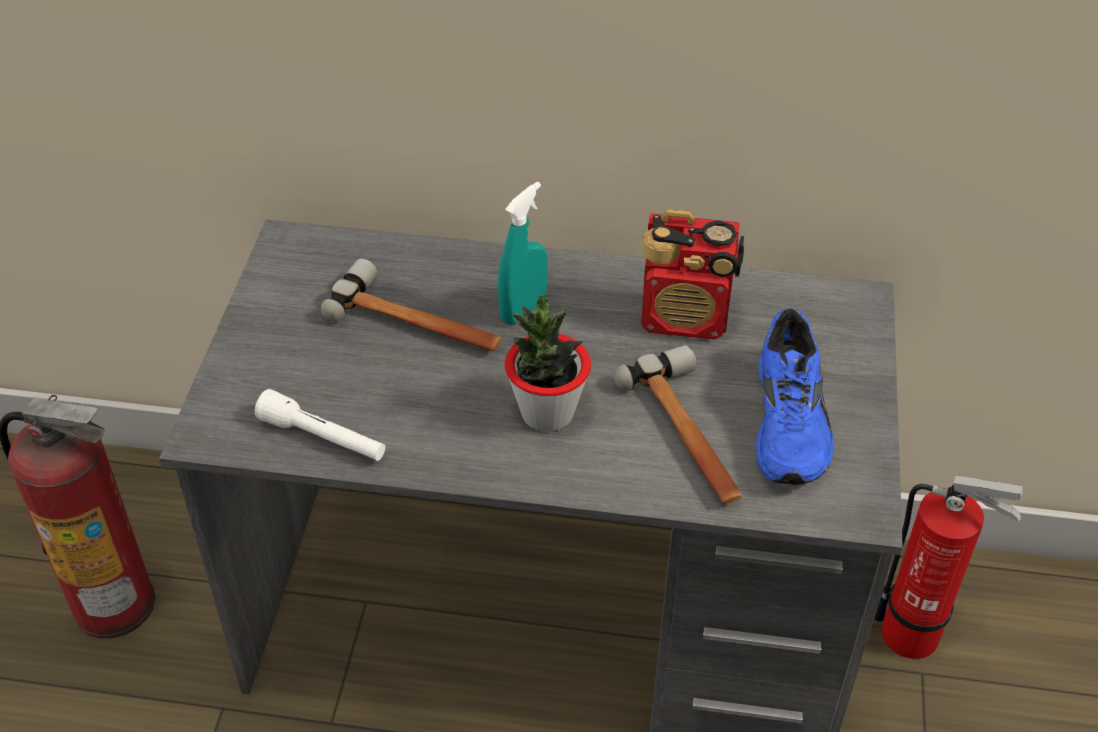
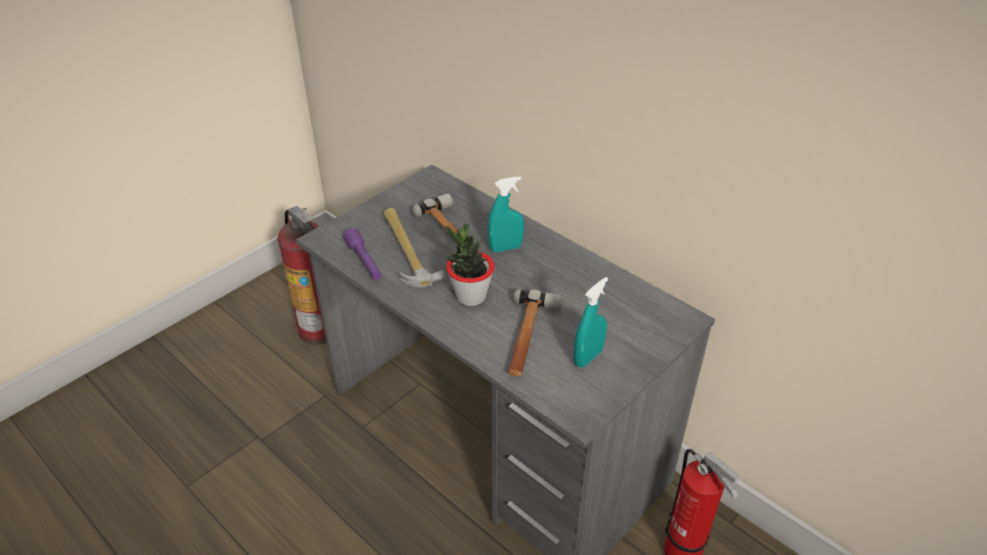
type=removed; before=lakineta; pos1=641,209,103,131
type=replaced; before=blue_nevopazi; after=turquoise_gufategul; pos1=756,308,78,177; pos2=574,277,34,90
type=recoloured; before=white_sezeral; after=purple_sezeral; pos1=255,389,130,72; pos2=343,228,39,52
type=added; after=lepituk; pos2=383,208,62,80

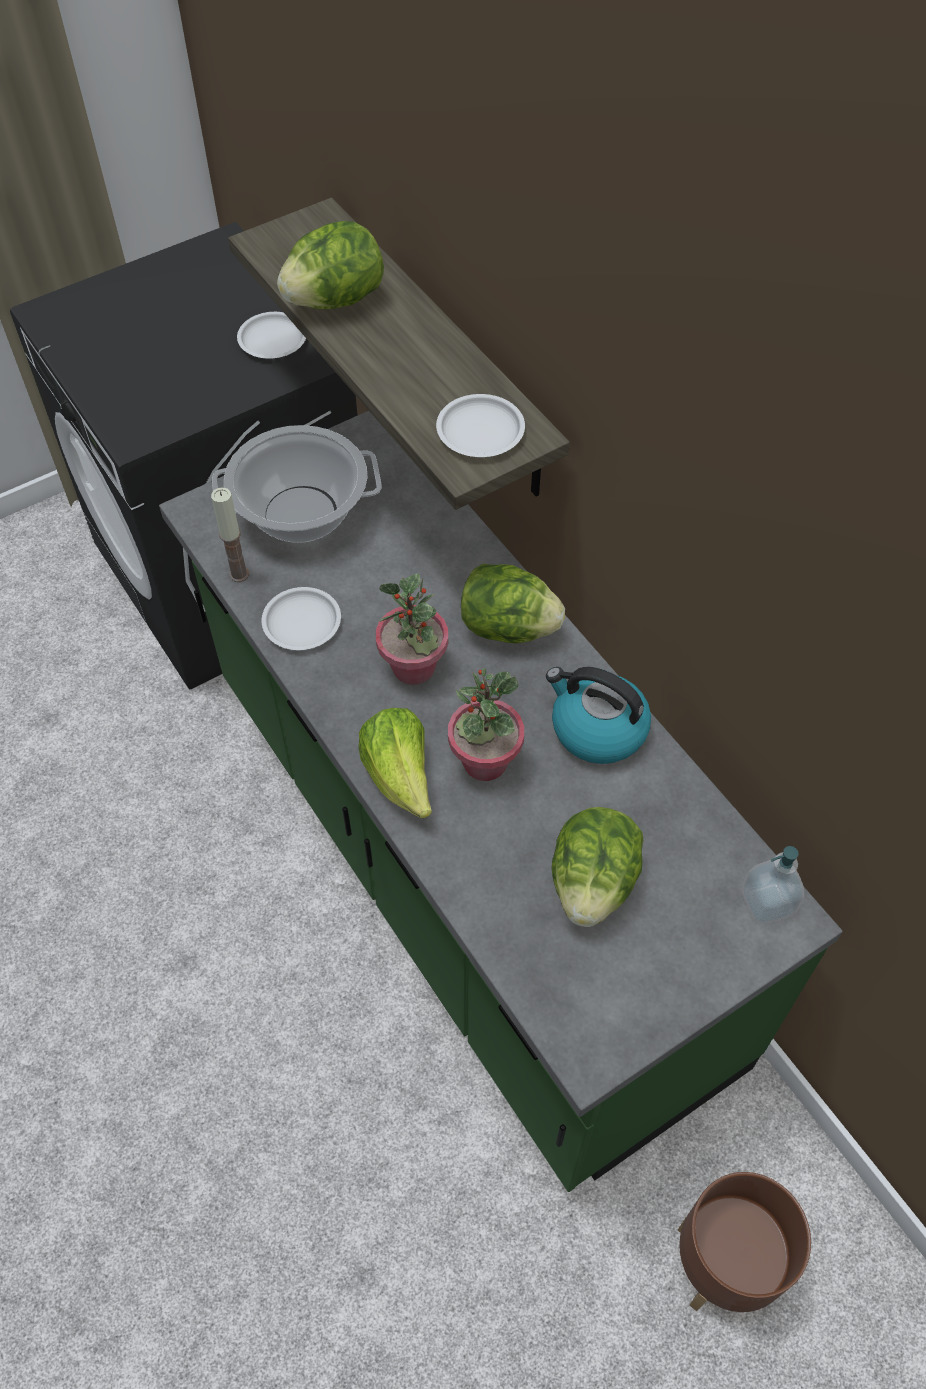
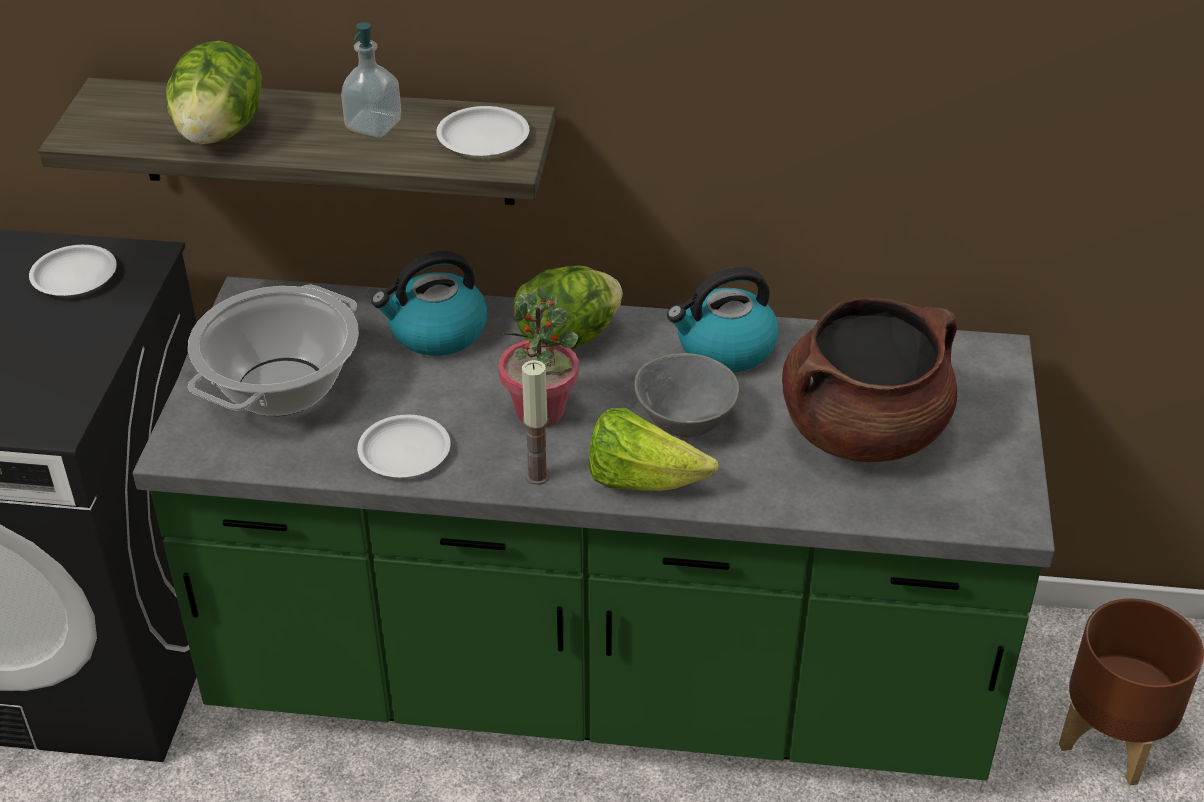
type=moved; before=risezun; pos1=211,487,38,95; pos2=522,360,28,125
type=replaced; before=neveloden; after=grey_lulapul; pos1=448,668,76,113; pos2=635,353,104,84
type=replaced; before=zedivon; after=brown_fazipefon; pos1=552,807,91,120; pos2=782,298,175,164
type=moved; before=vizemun; pos1=742,846,62,78; pos2=341,22,60,115
type=added; after=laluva; pos2=371,251,116,105

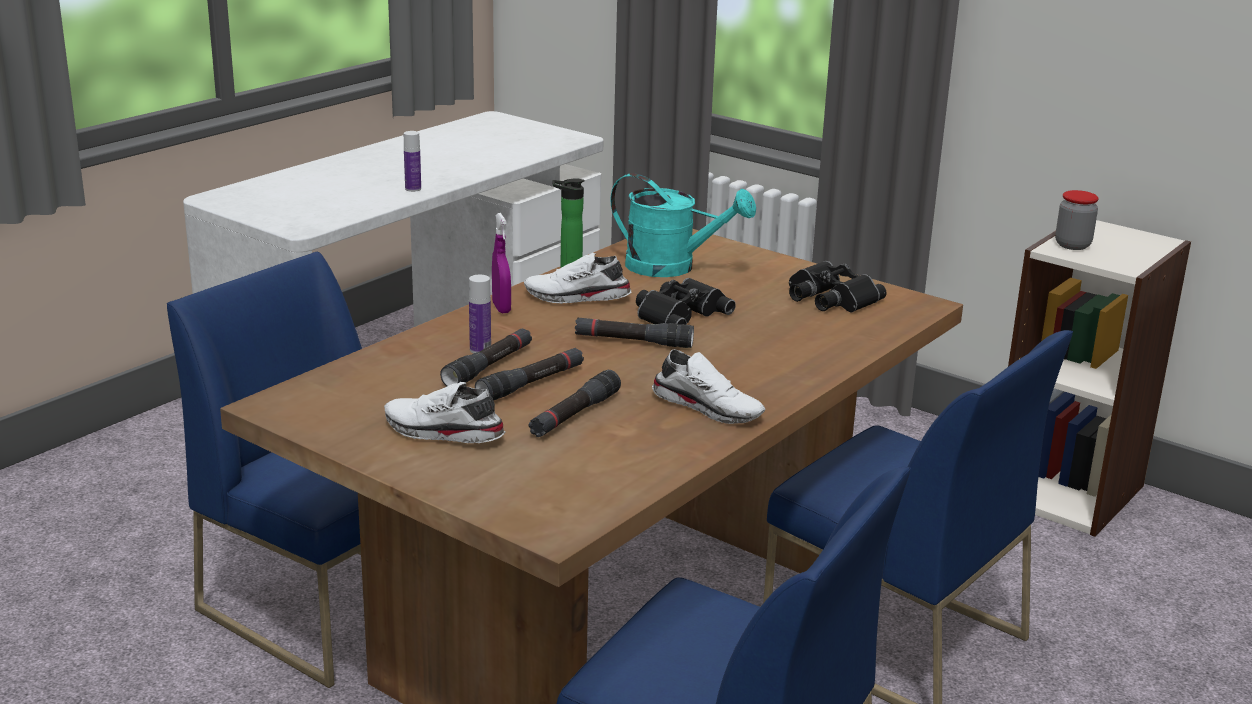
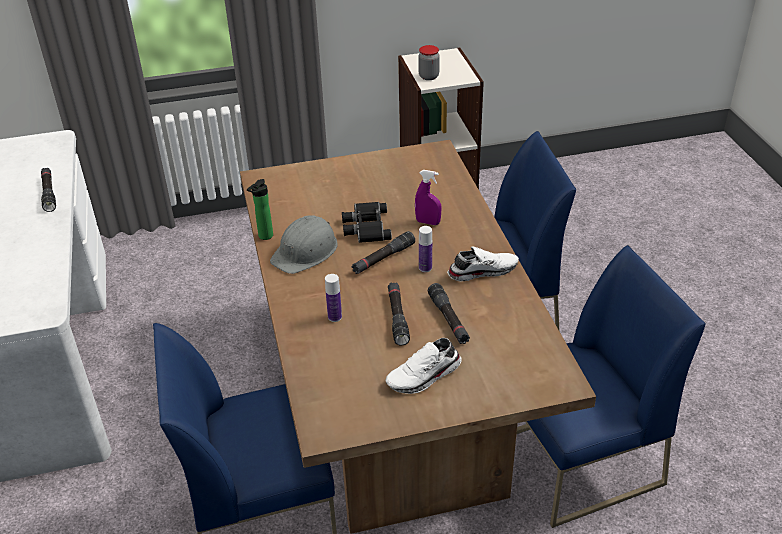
type=moved; before=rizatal; pos1=404,131,17,61; pos2=419,226,13,46
type=removed; before=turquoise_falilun; pos1=610,173,146,104
type=moved; before=purple_gufategul; pos1=492,213,19,100; pos2=415,170,27,55
type=replaced; before=white_nevopazi; after=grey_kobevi; pos1=524,253,107,51; pos2=270,215,68,59
type=removed; before=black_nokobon; pos1=789,261,97,52
type=moved; before=black_sezeral; pos1=440,328,92,58; pos2=41,168,15,44

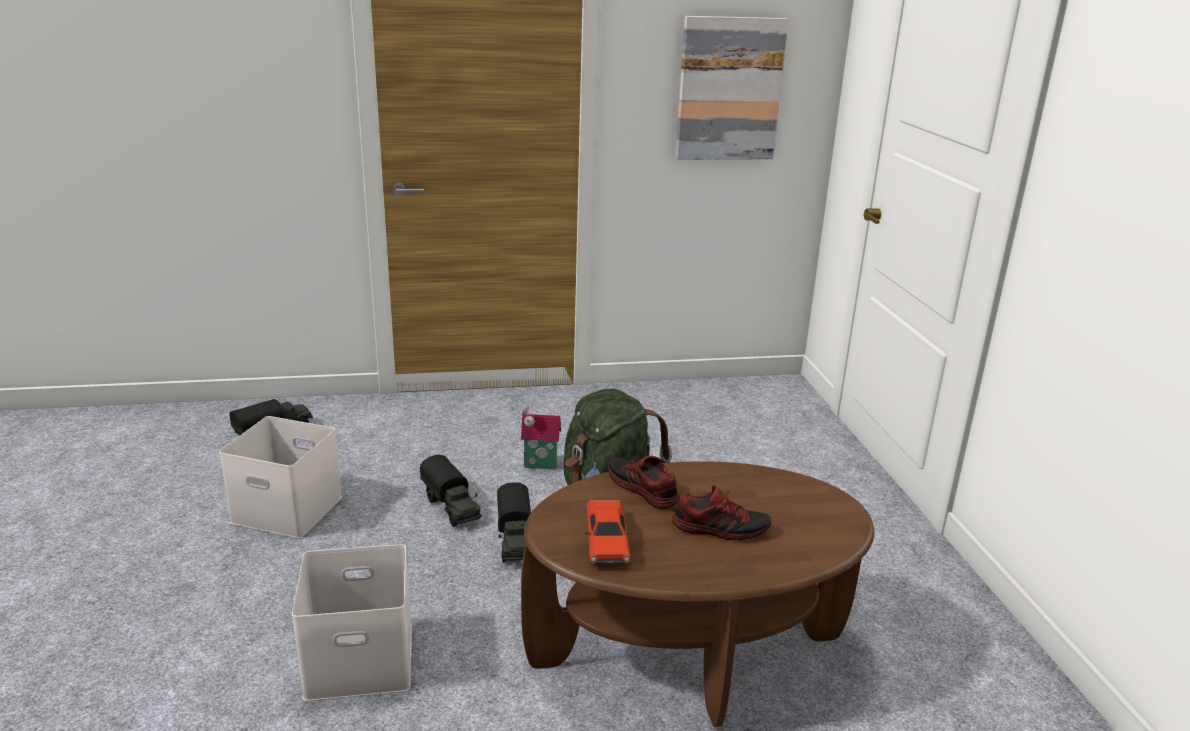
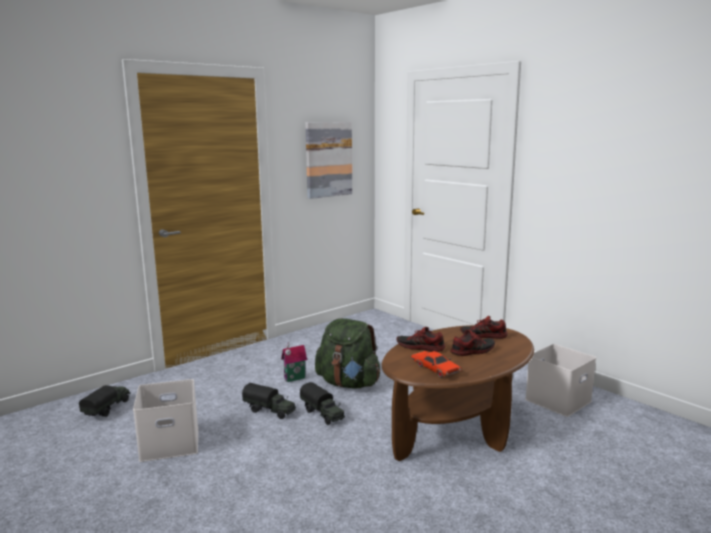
type=moved; before=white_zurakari; pos1=292,544,120,157; pos2=525,344,71,73
type=added; after=nevopazi; pos2=460,316,48,23

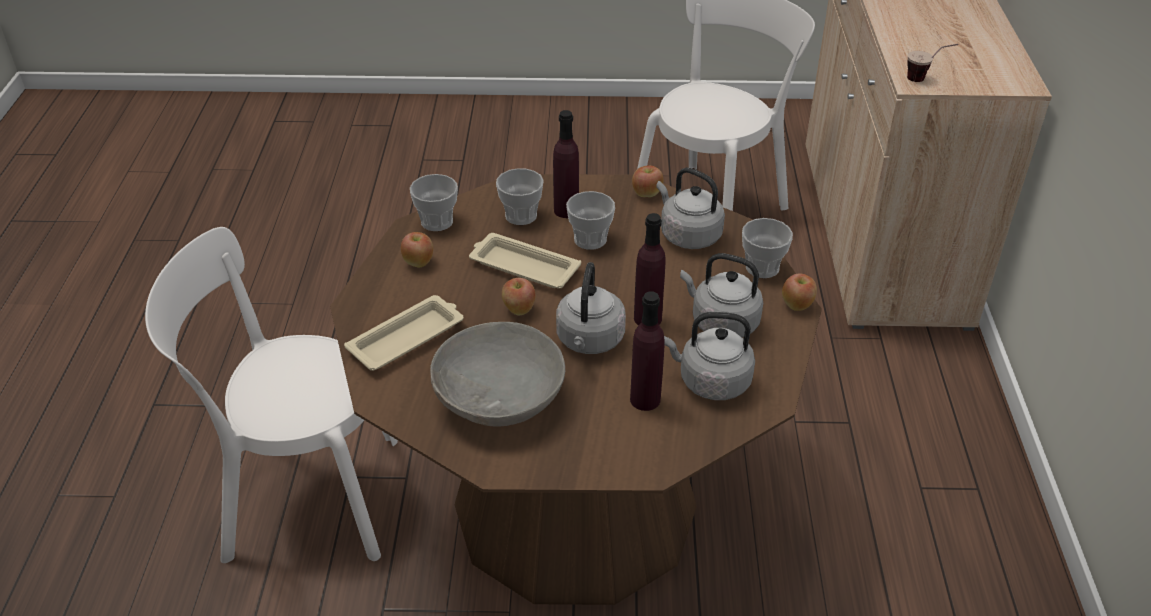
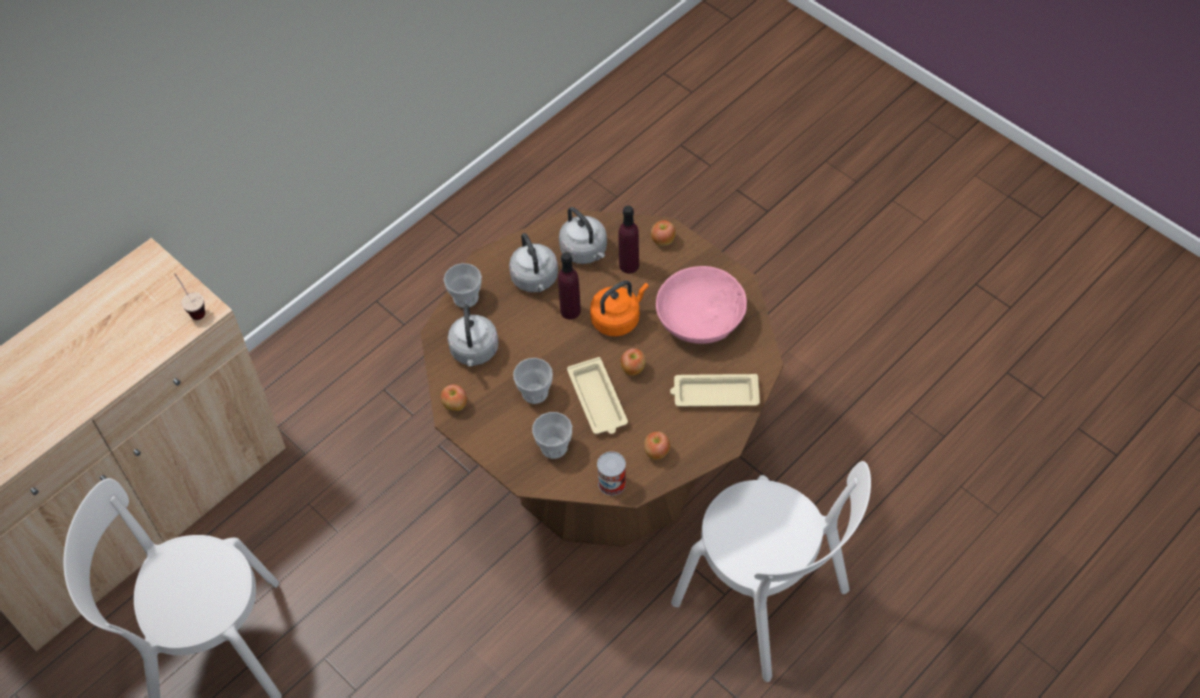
type=removed; before=purple_rizatal; pos1=553,110,26,108
type=replaced; before=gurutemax; after=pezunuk; pos1=410,174,48,57; pos2=597,451,29,45
type=recoloured; before=grey_laluva; after=orange_laluva; pos1=556,262,70,92; pos2=590,280,59,57
type=moved; before=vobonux; pos1=782,273,35,38; pos2=651,220,25,26
type=recoloured; before=grey_lulapul; after=pink_lulapul; pos1=430,322,135,105; pos2=656,266,91,78

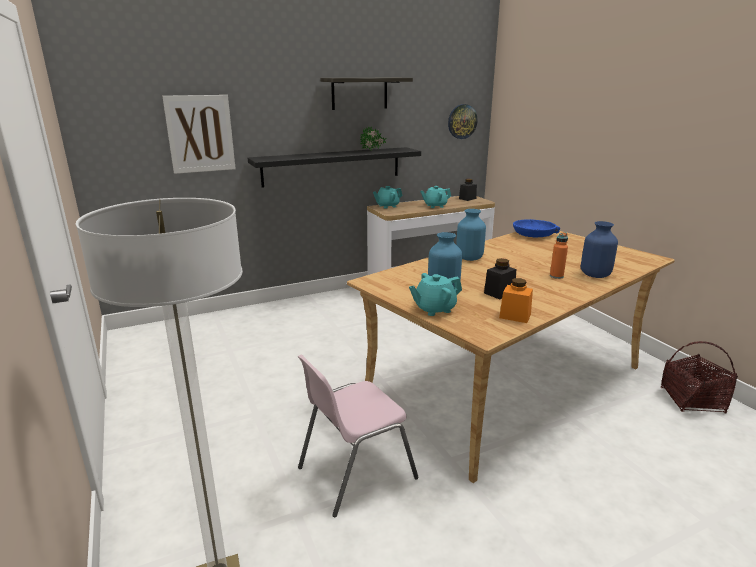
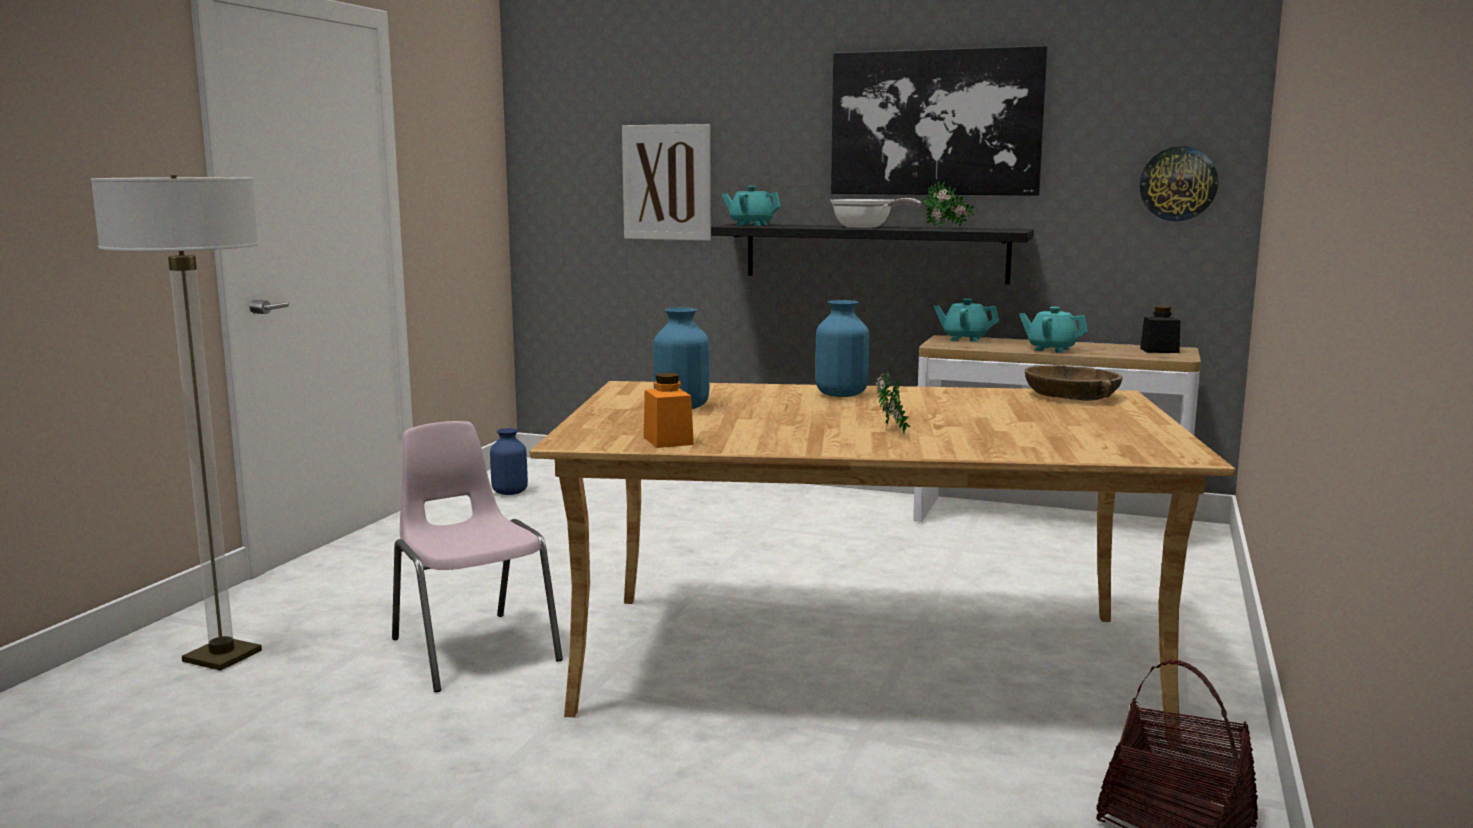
type=replaced; before=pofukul; after=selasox; pos1=320,78,93,32; pos2=831,46,217,150
type=recoloured; before=blue_lulapul; after=brown_lulapul; pos1=513,219,47,19; pos2=1025,365,97,36
type=moved; before=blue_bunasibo; pos1=581,221,37,57; pos2=490,428,38,67
type=replaced; before=orange_rizatal; after=neveloden; pos1=550,232,18,47; pos2=876,359,35,74
type=removed; before=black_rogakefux; pos1=484,258,32,41
type=moved; before=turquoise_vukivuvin; pos1=409,273,53,43; pos2=722,186,59,40
type=turned; before=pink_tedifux; pos1=298,355,121,162; pos2=392,421,171,271; turn=45
type=added; after=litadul; pos2=830,198,91,30

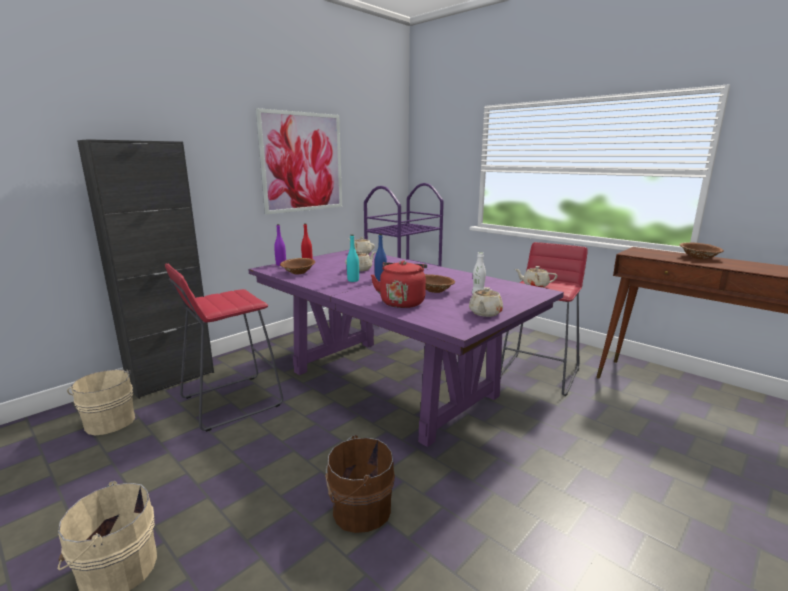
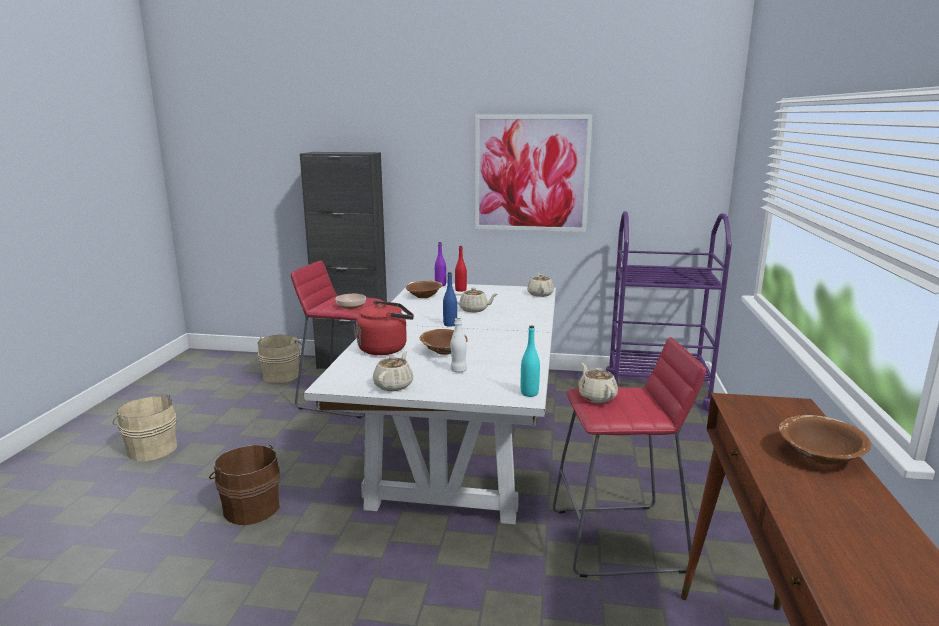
type=moved; before=turquoise_rizatal; pos1=347,234,12,48; pos2=521,326,19,71
type=recoloured; before=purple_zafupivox; after=white_zafupivox; pos1=248,250,316,197; pos2=304,282,252,242
type=turned; before=beige_vukivuvin; pos1=469,287,34,30; pos2=373,351,40,40; turn=120
type=added; after=lulapul; pos2=335,294,31,15

